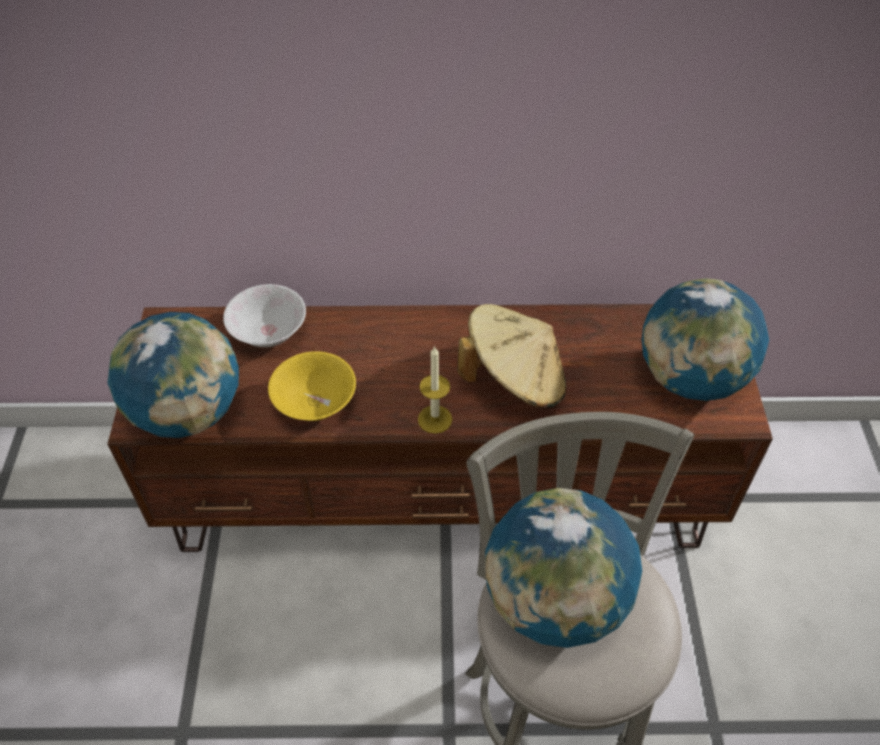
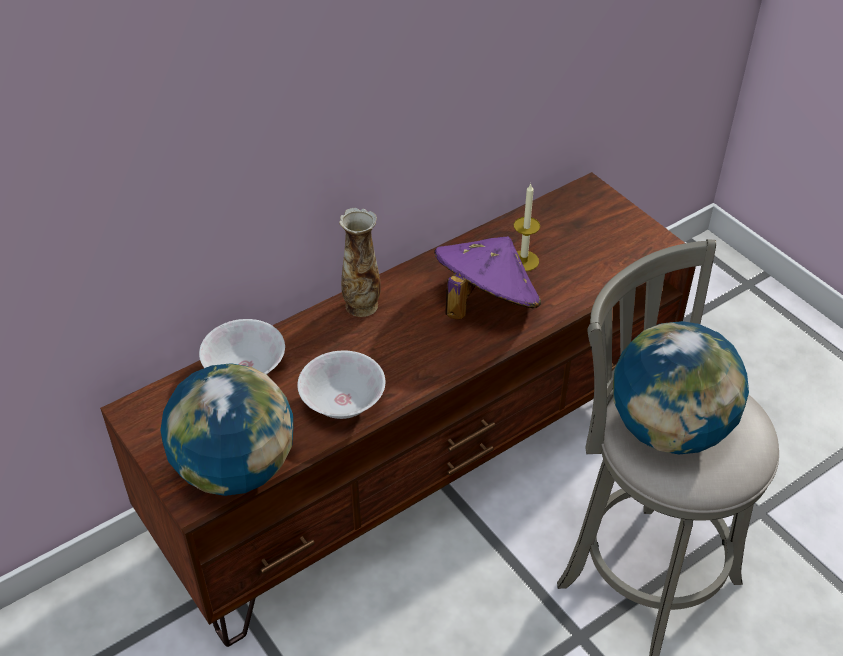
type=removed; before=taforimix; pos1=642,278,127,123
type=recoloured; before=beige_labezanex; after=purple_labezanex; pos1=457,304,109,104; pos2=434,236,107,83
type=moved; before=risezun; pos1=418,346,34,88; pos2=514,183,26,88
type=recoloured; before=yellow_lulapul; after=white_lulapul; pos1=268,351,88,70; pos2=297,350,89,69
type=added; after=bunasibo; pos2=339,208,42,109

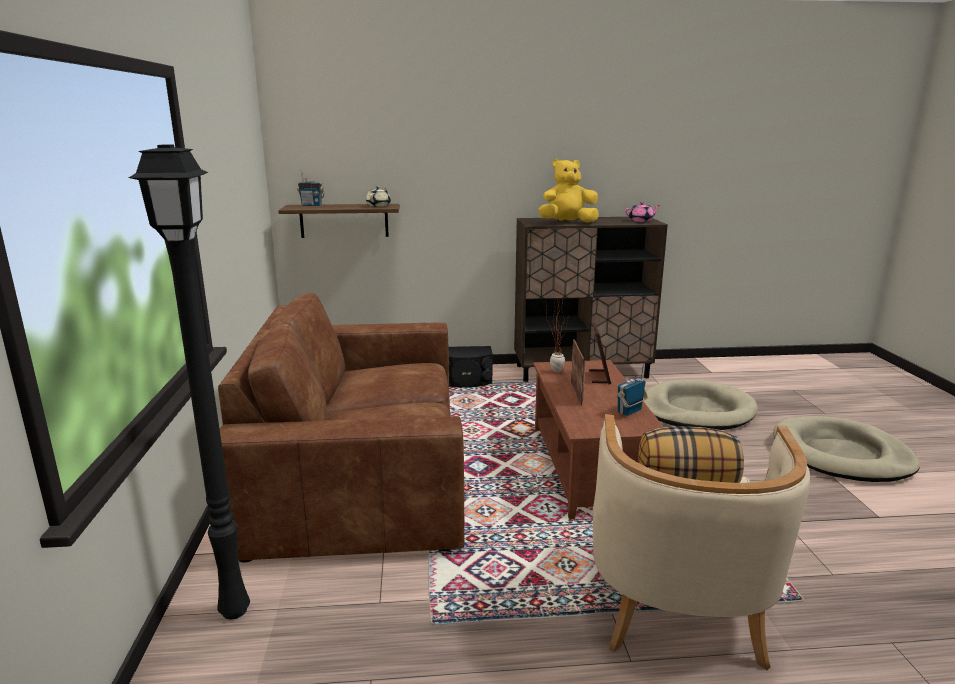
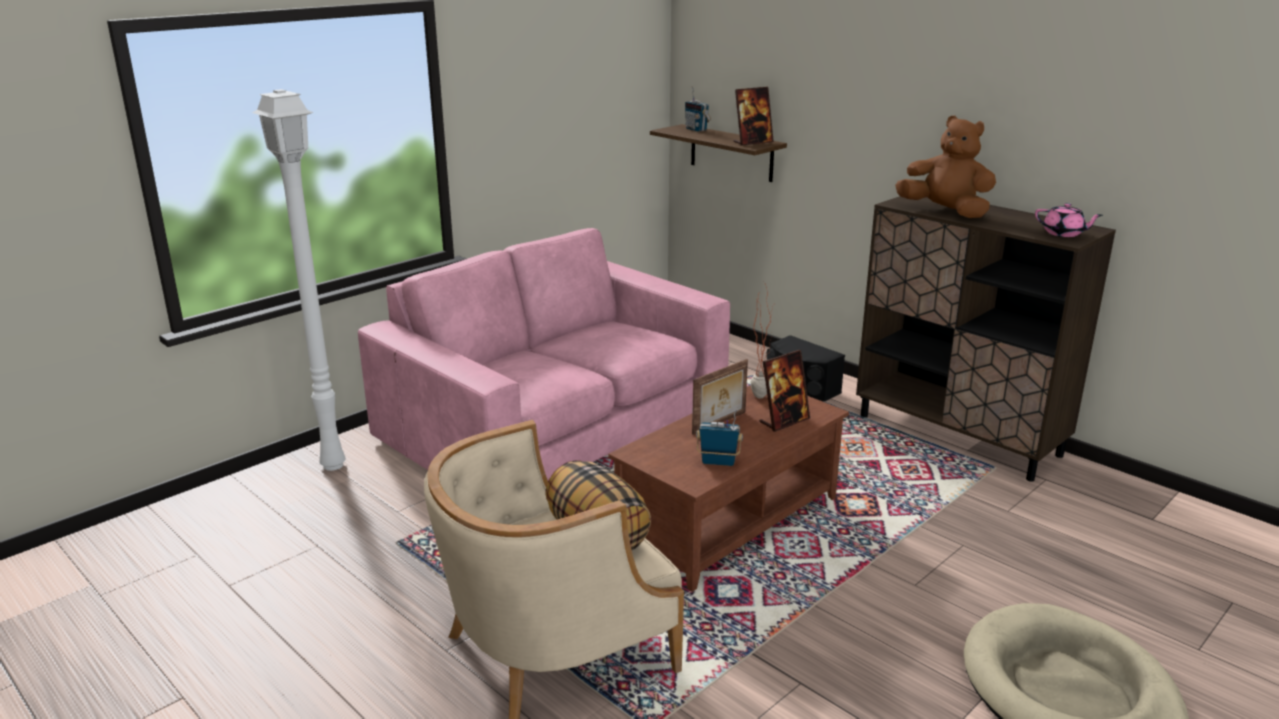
type=recoloured; before=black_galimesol; after=white_galimesol; pos1=129,145,121,474; pos2=252,89,94,382
type=recoloured; before=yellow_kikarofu; after=brown_kikarofu; pos1=539,159,60,64; pos2=895,116,101,102
type=replaced; before=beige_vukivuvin; after=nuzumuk; pos1=366,186,25,21; pos2=734,87,40,58
type=recoloured; before=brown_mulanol; after=pink_mulanol; pos1=218,293,247,270; pos2=358,228,372,252
type=removed; before=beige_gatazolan; pos1=643,380,115,50

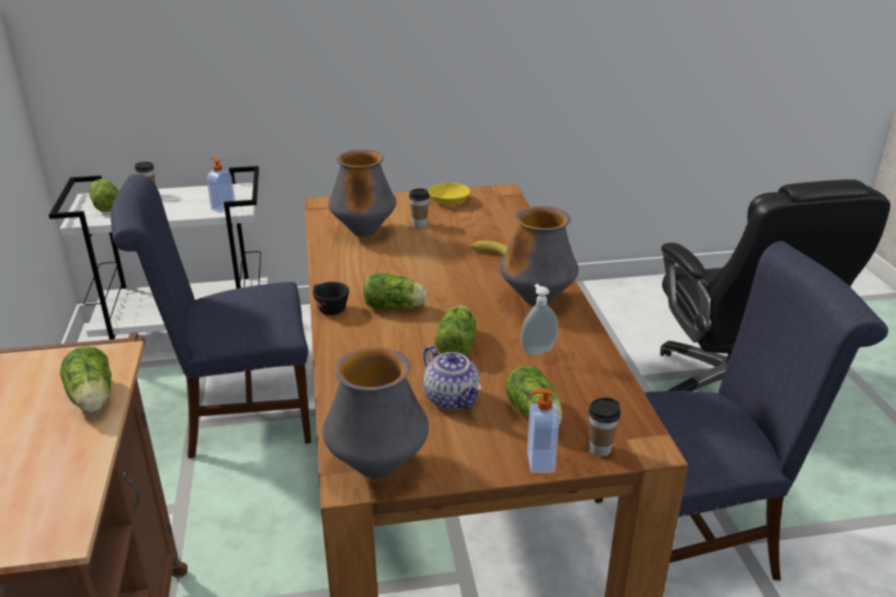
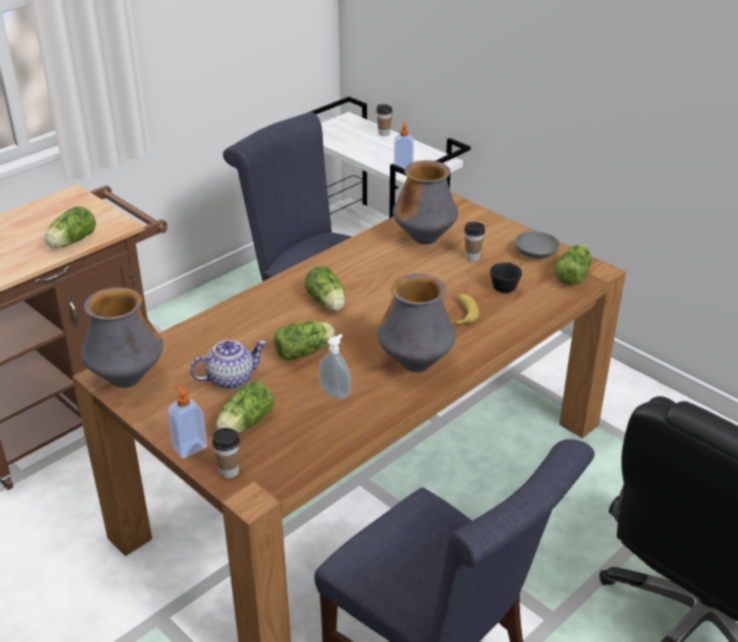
type=moved; before=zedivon; pos1=89,179,30,33; pos2=554,245,37,41
type=recoloured; before=yellow_lulapul; after=grey_lulapul; pos1=428,183,42,22; pos2=515,231,45,28
type=moved; before=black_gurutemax; pos1=313,282,36,33; pos2=490,262,32,31
type=turned; before=vukivuvin; pos1=423,345,59,65; pos2=190,340,76,49; turn=-135

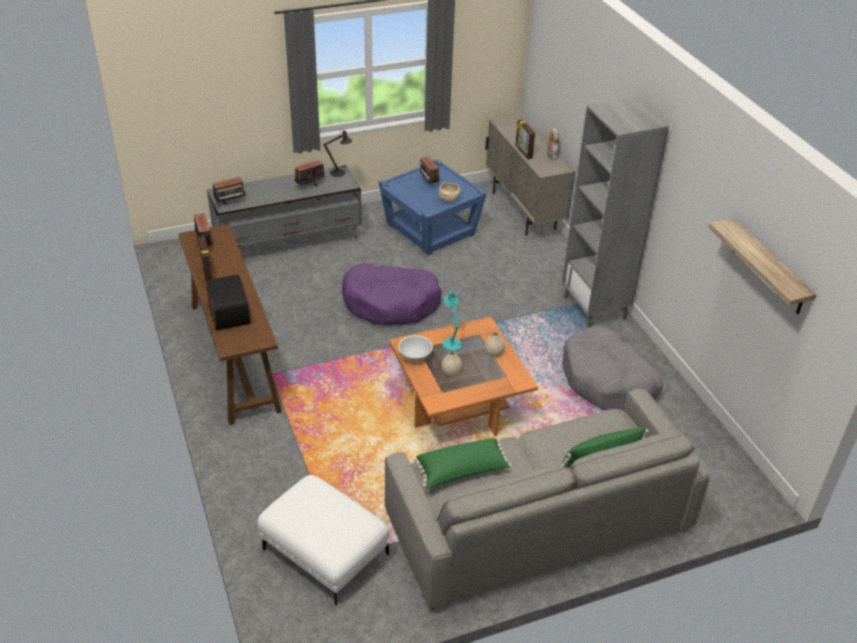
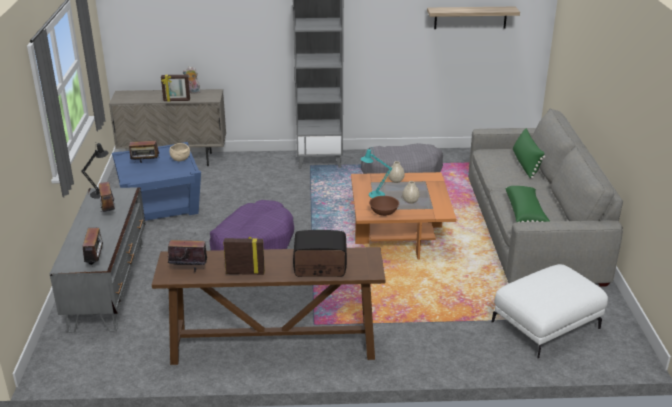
type=recoloured; before=white_lulapul; after=brown_lulapul; pos1=398,335,35,27; pos2=369,196,30,20

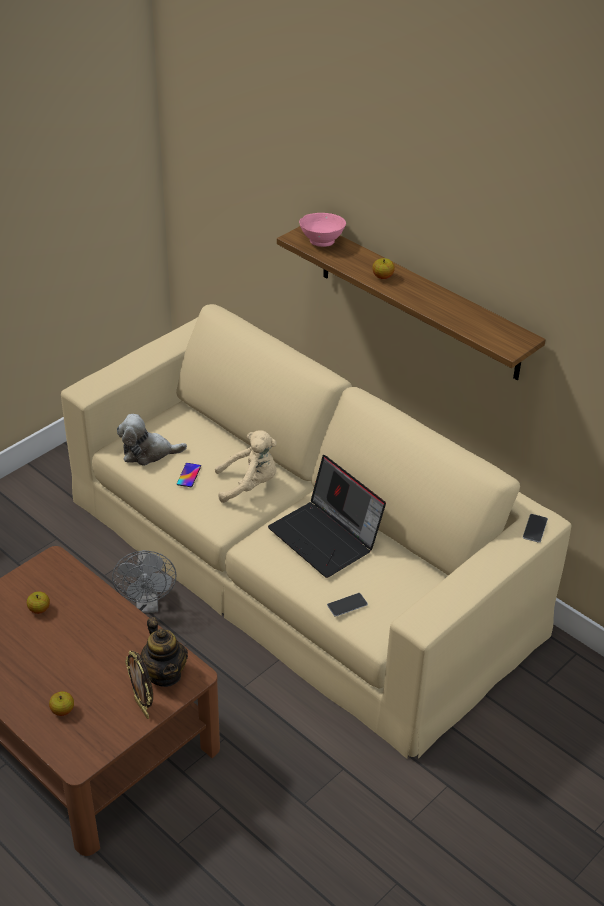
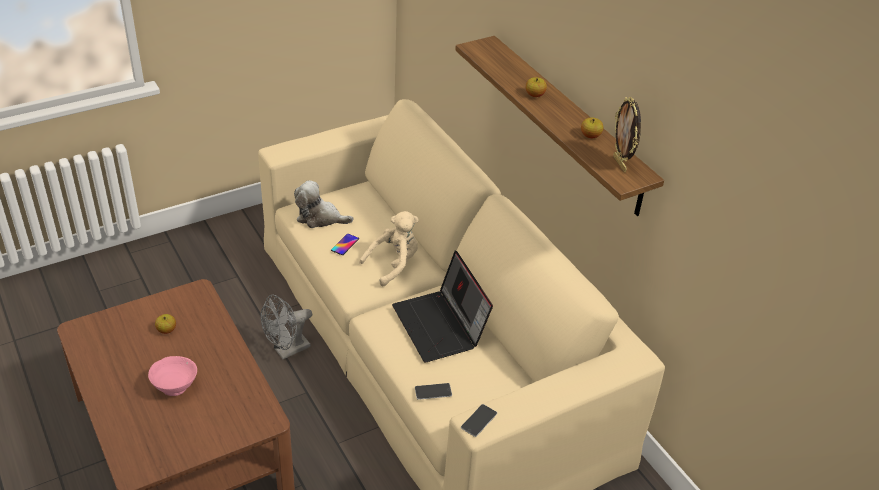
type=moved; before=pink_lulapul; pos1=299,213,47,34; pos2=148,356,49,40
type=turned; before=beige_kikarofu; pos1=215,430,62,73; pos2=359,211,60,75; turn=-45
type=moved; before=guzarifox; pos1=523,514,25,29; pos2=461,404,36,33
type=turned; before=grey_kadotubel; pos1=112,550,65,63; pos2=261,295,51,64; turn=45
type=removed; before=vukivuvin; pos1=140,617,48,70
type=moved; before=nuzumuk; pos1=125,650,28,69; pos2=613,97,28,75
type=moved; before=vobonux; pos1=49,691,25,25; pos2=581,117,22,21

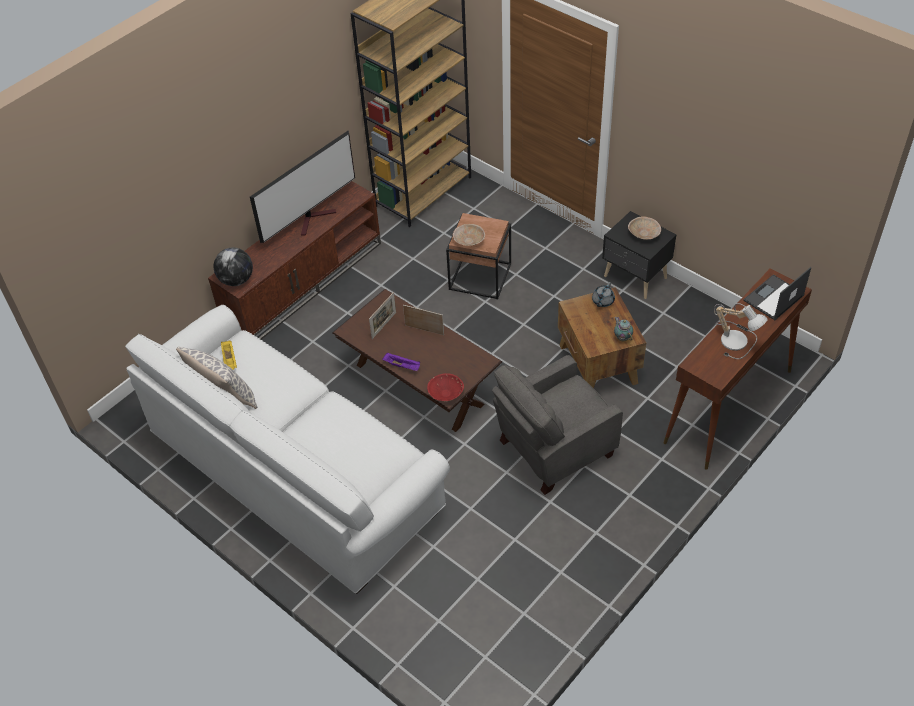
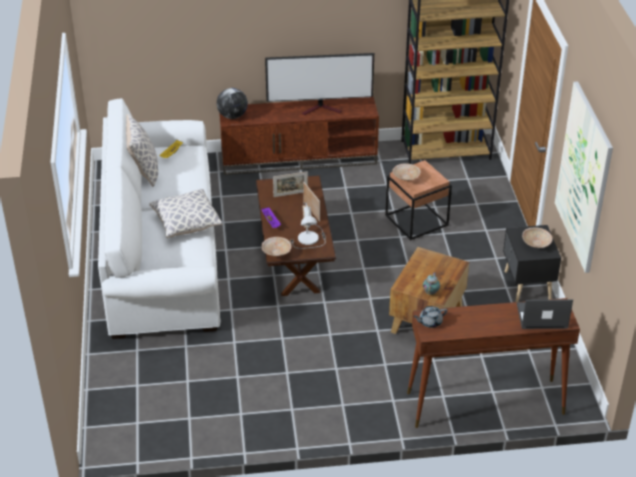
type=moved; before=grey_vukivuvin; pos1=592,282,23,25; pos2=413,306,34,22
type=moved; before=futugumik; pos1=714,303,54,56; pos2=291,202,35,47
type=removed; before=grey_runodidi; pos1=492,355,131,140
type=recoloured; before=red_lulapul; after=beige_lulapul; pos1=427,373,37,28; pos2=261,237,30,19
type=added; after=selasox; pos2=555,82,58,191
type=added; after=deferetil; pos2=149,189,74,49

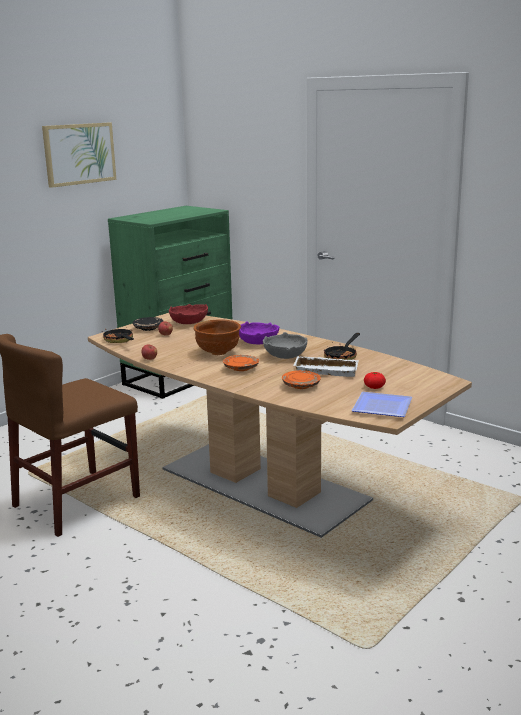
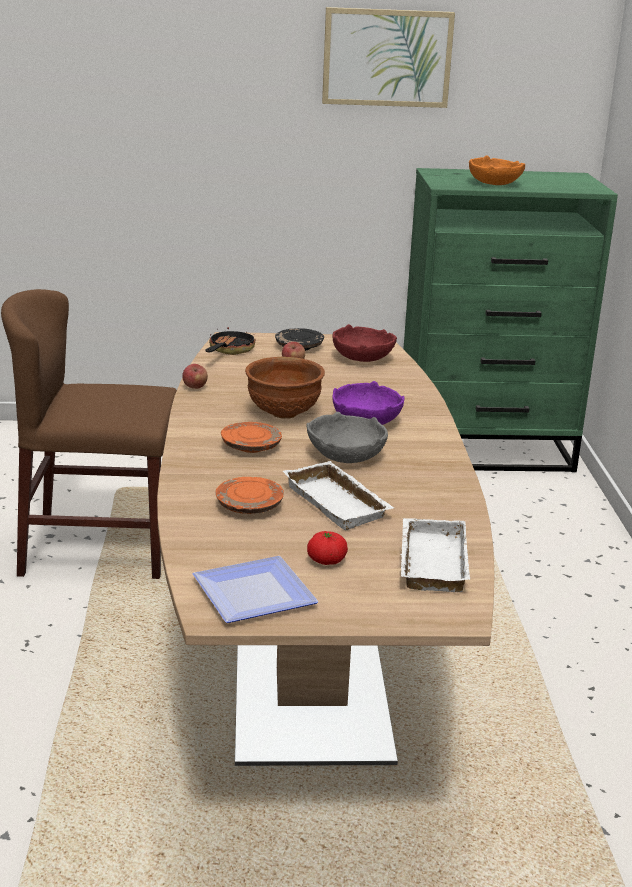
type=removed; before=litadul; pos1=324,333,36,27
type=added; after=orange_lulapul; pos2=469,155,56,30
type=added; after=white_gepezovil; pos2=401,518,69,74

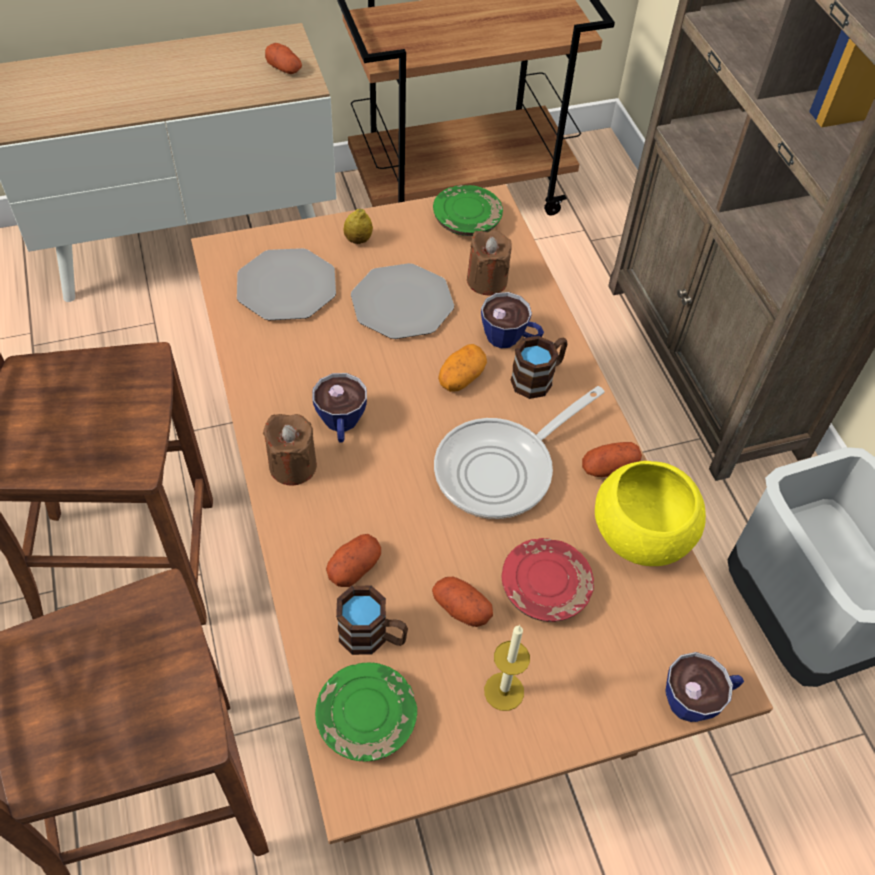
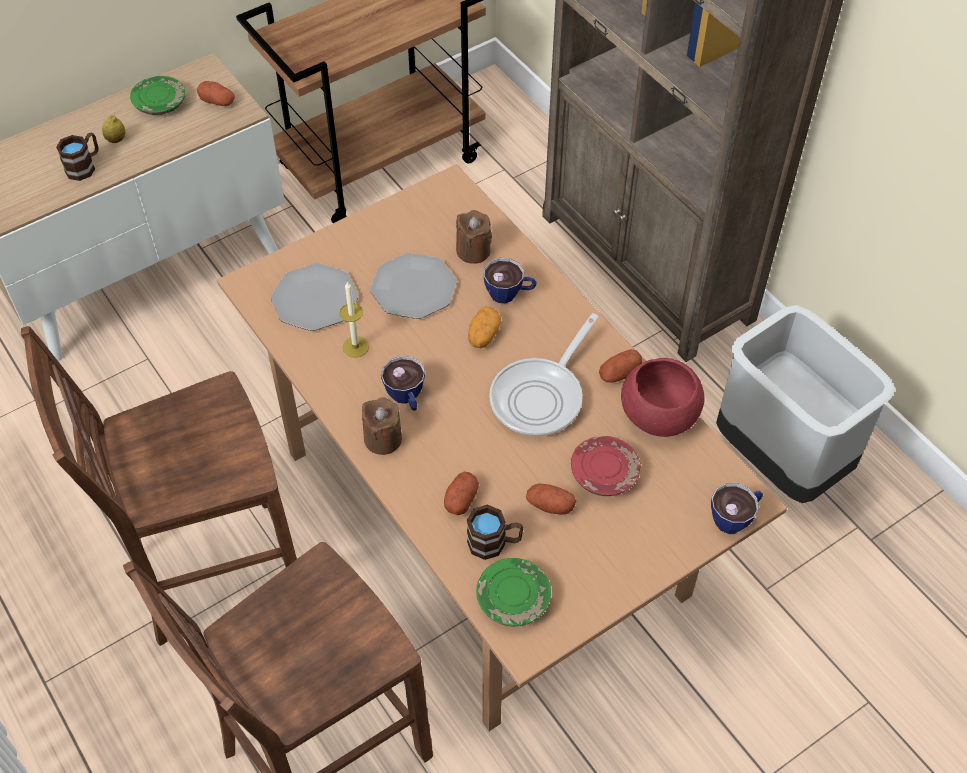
type=moved; before=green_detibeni; pos1=433,185,70,51; pos2=130,76,55,39
type=moved; before=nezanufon; pos1=344,208,29,36; pos2=102,115,23,28
type=moved; before=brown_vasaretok; pos1=511,336,57,63; pos2=56,133,42,48
type=recoloured; before=yellow_lulapul; after=red_lulapul; pos1=595,461,111,105; pos2=621,358,84,79
type=moved; before=risezun; pos1=484,625,46,86; pos2=340,281,29,77

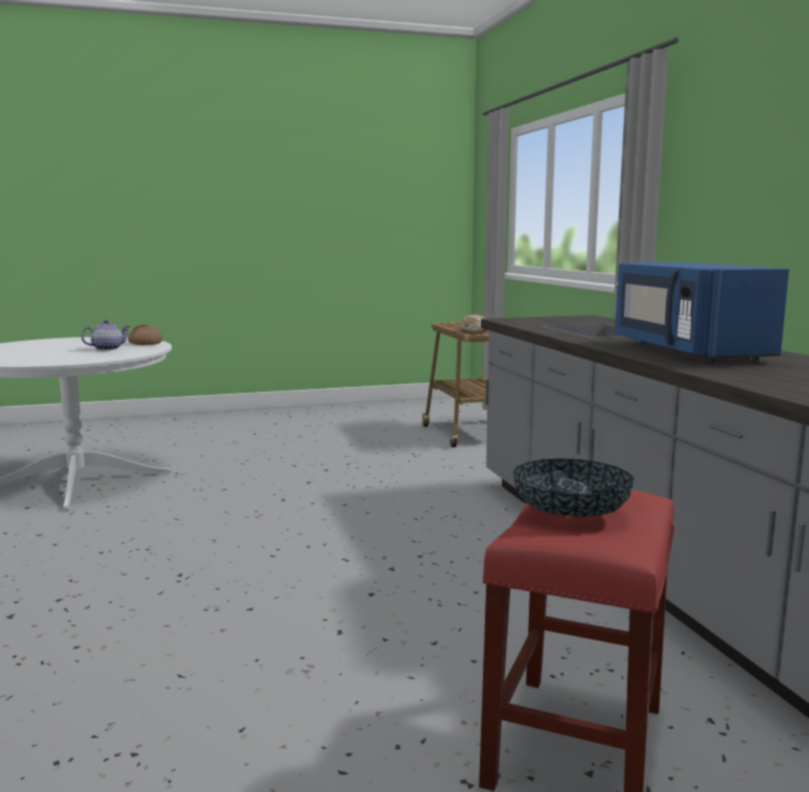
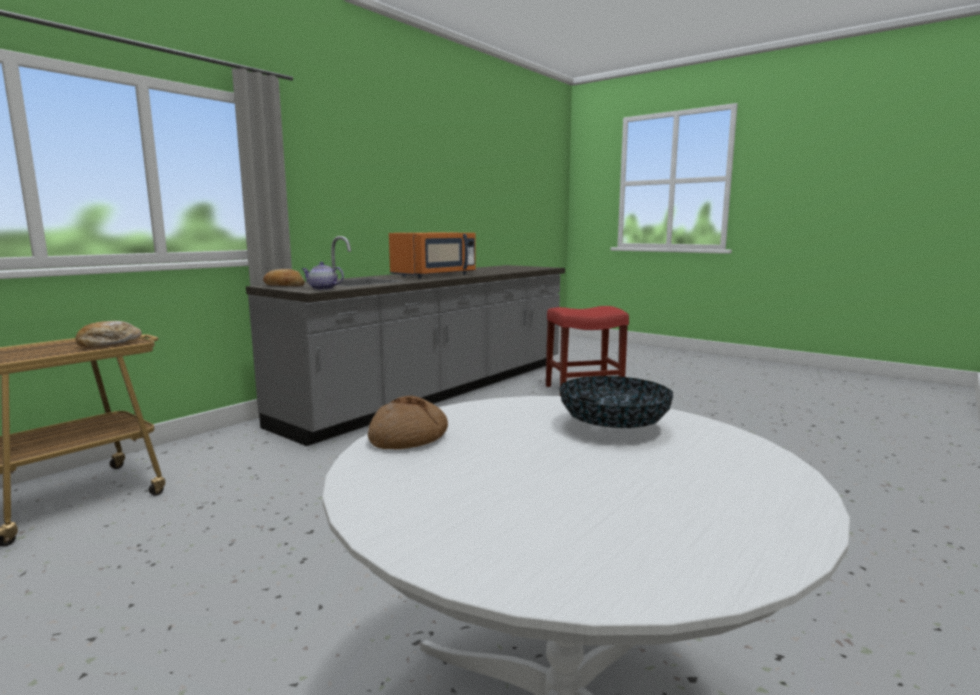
type=recoloured; before=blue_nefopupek; after=orange_nefopupek; pos1=615,262,174,101; pos2=389,233,87,45
type=moved; before=vukivuvin; pos1=81,320,50,30; pos2=302,262,42,28
type=moved; before=lulapul; pos1=513,459,122,58; pos2=560,376,113,52
type=added; after=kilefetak; pos2=263,269,42,17

